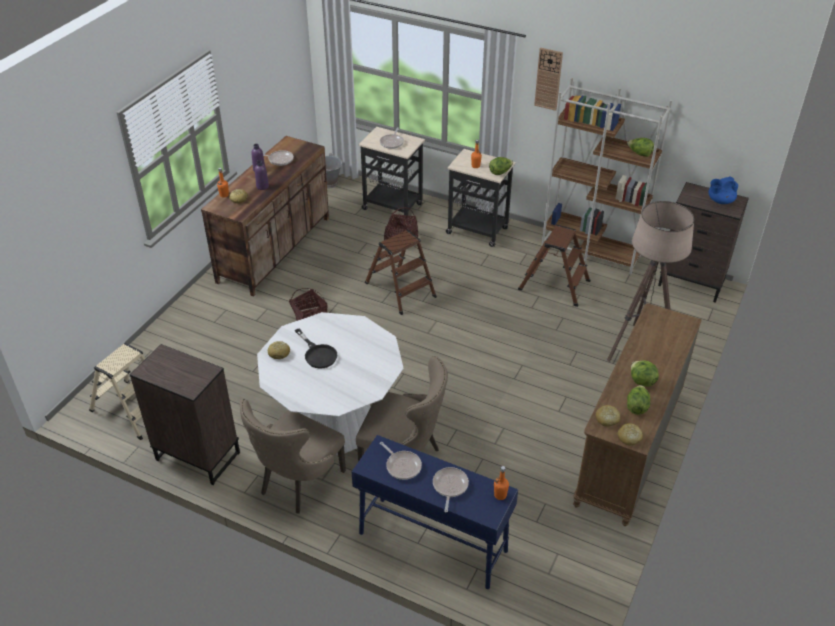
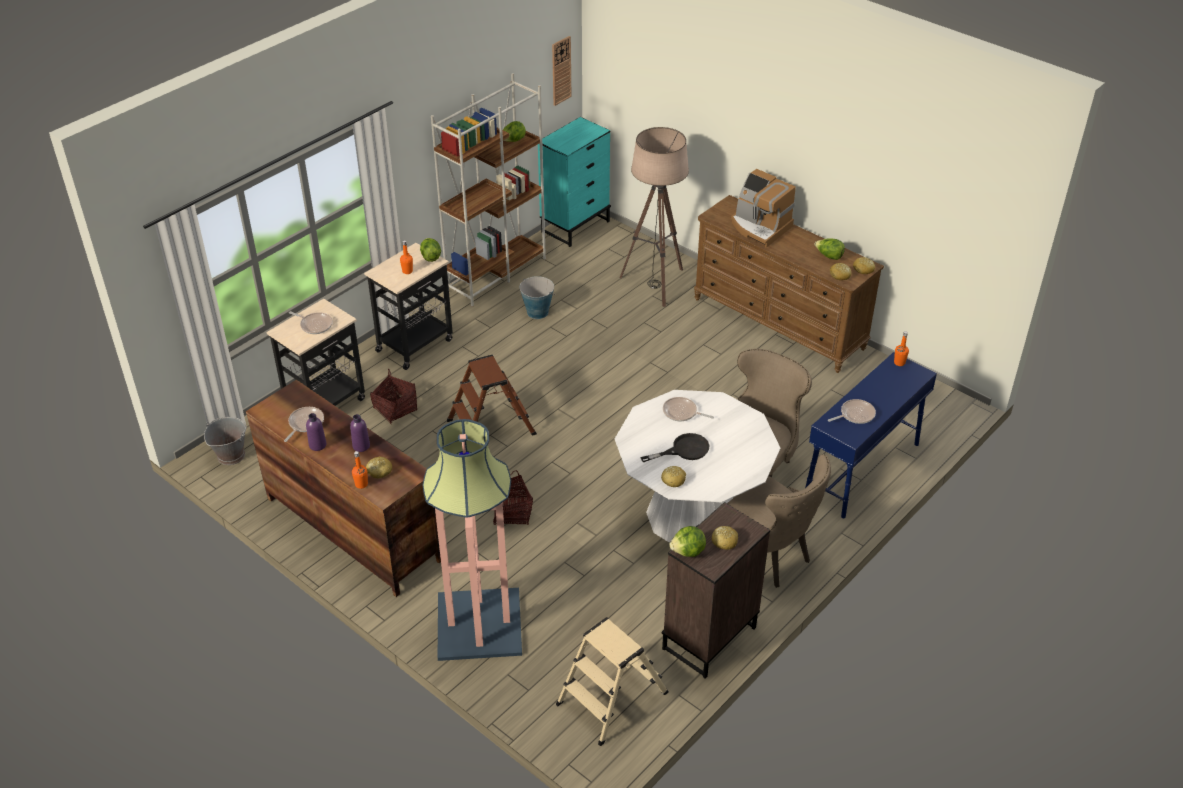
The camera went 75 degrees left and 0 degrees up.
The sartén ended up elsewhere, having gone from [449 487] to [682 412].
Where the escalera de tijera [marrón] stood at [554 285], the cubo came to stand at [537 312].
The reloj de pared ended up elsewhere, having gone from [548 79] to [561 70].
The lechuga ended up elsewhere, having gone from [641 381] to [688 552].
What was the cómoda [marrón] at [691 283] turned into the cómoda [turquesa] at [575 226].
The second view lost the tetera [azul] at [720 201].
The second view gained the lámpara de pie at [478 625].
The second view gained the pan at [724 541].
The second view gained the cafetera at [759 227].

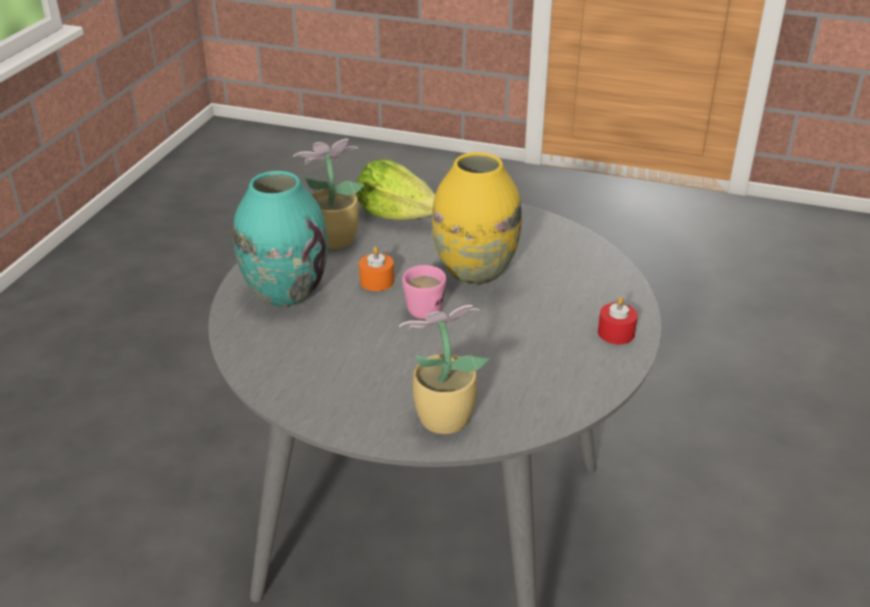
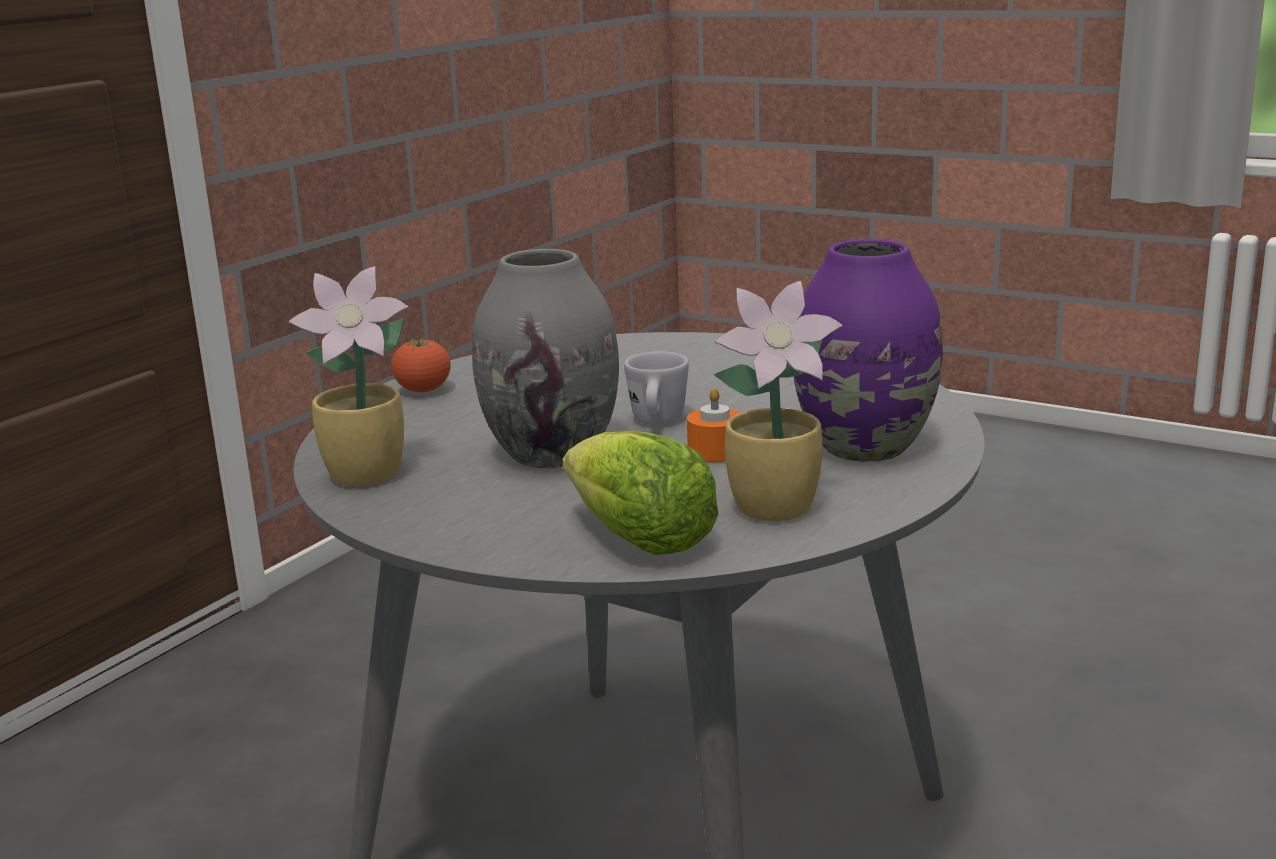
The camera went 165 degrees left and 15 degrees down.
What was the florero [turquesa] at [285 292] turned into the florero [morado] at [865 448].
The planta en maceta ended up elsewhere, having gone from [441 419] to [369 475].
What was the taza grande [rosa] at [423 306] turned into the taza grande [blanco] at [657 423].
What was the florero [amarillo] at [475 272] turned into the florero [gris] at [553 453].
Where the vela [rojo] stood at [616 333], the tomate came to stand at [423 391].

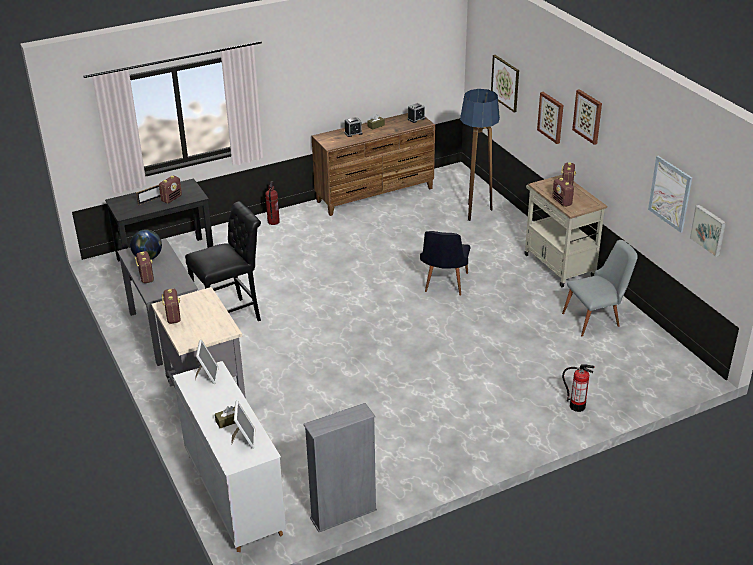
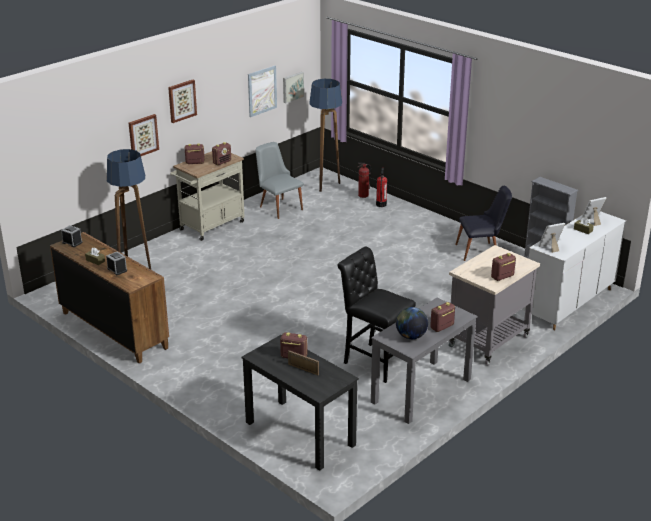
The camera went 110 degrees left and 5 degrees down.
The extintor ended up elsewhere, having gone from [273 222] to [363 195].
The silla [negro] ended up elsewhere, having gone from [444 285] to [481 251].
The second view lost the cuadro at [505 83].
The second view gained the lámpara de pie at [325 186].

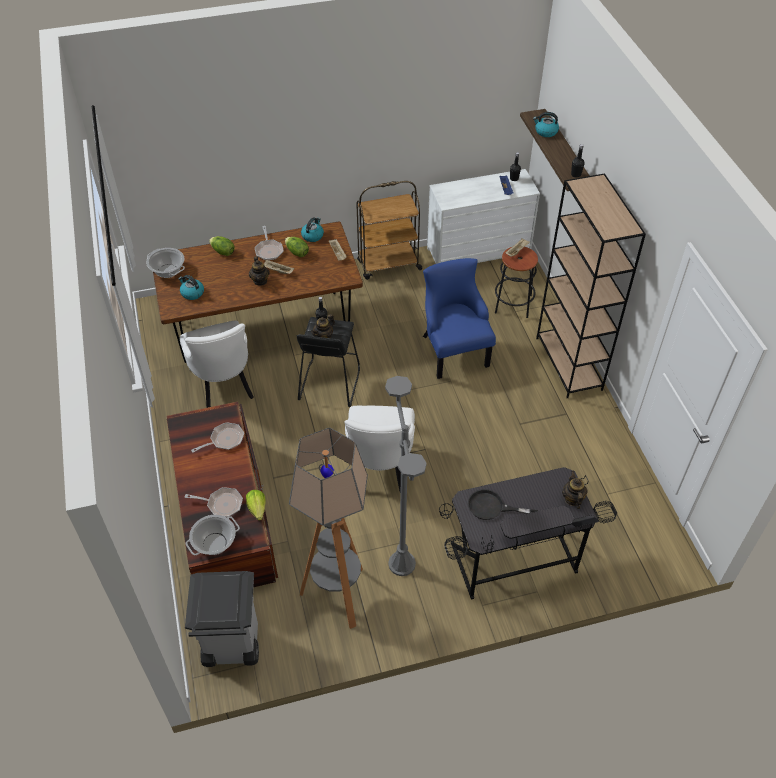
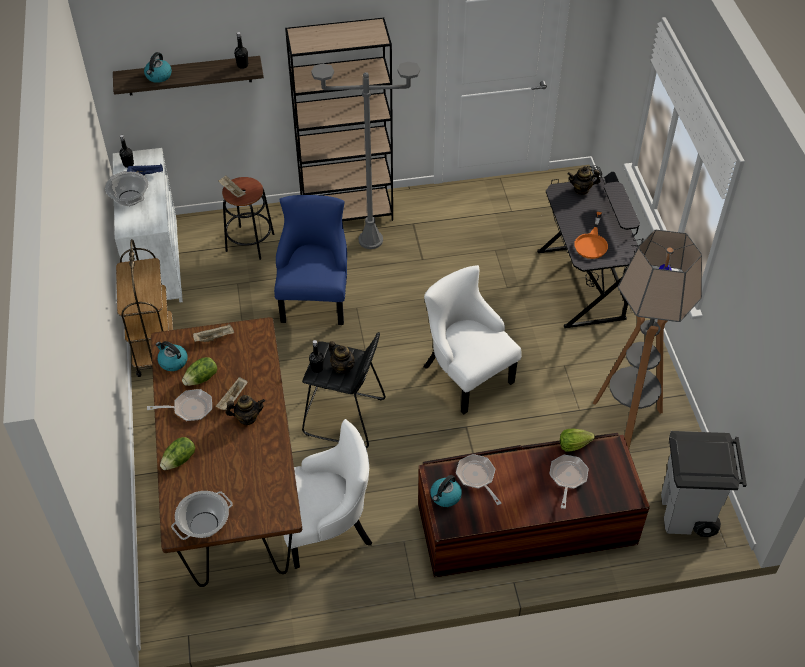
The camera went 85 degrees left and 0 degrees up.
The hervidor ended up elsewhere, having gone from [192 293] to [445 496].
The olla ended up elsewhere, having gone from [215 543] to [129 198].
The silla [blanco] at [380 465] ended up facing another way, 135 degrees counterclockwise from before.
The lámpara de pie [gris] ended up elsewhere, having gone from [402 564] to [371 240].
The silla [azul] at [454 353] ended up facing another way, 105 degrees clockwise from before.
What was the sartén [negro] at [492 507] turned into the sartén [naranja] at [592 243].

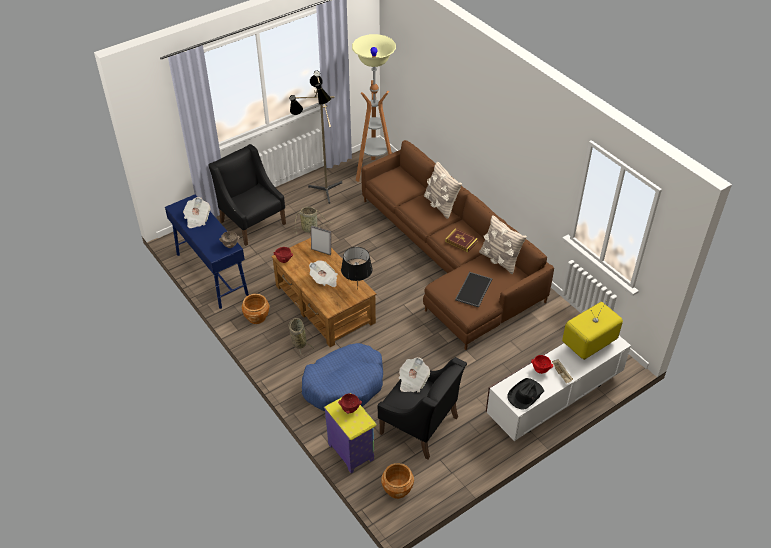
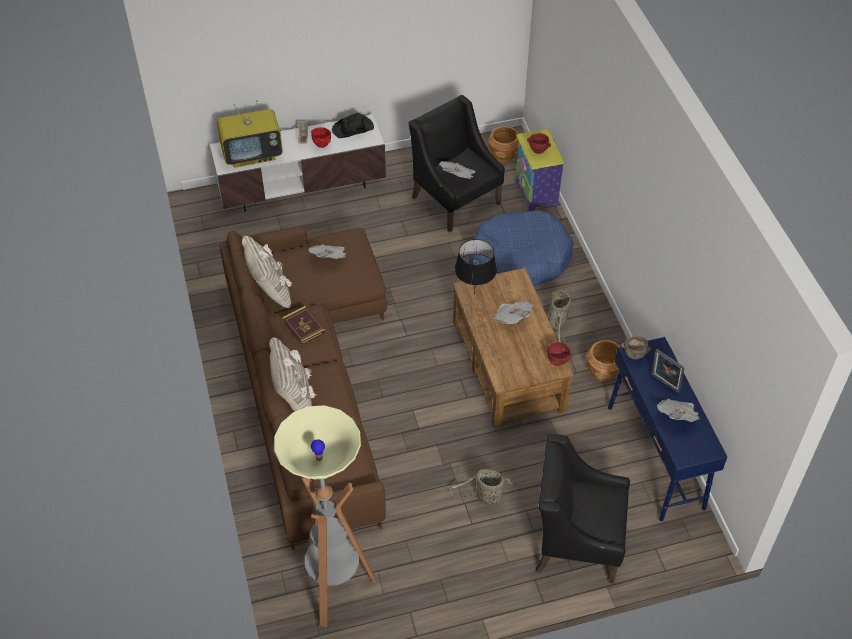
The camera went 160 degrees left and 5 degrees up.
The sillón [negro] at [252 222] ended up facing another way, 120 degrees clockwise from before.
The second view lost the lámpara de pie at [322 192].
The portarretratos ended up elsewhere, having gone from [321 250] to [664 384].
Where the bandeja stood at [474 290], the periódico came to stand at [329 258].

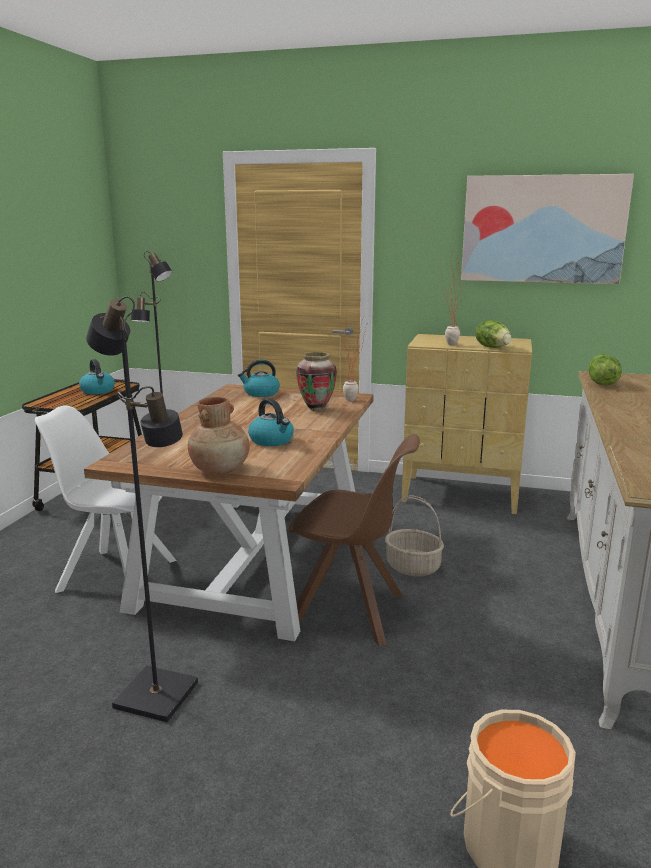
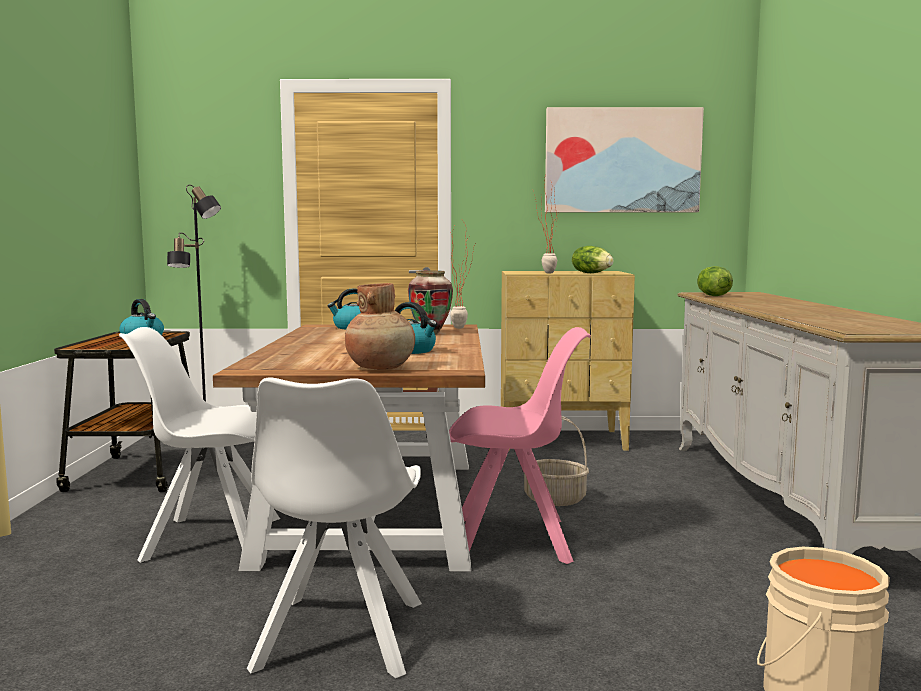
The camera went 15 degrees left and 10 degrees down.
Where the lámpara de pie [negro] stood at [156 695], the silla [blanco] came to stand at [339 637].
What was the silla [marrón] at [349 612] turned into the silla [rosa] at [513 541].

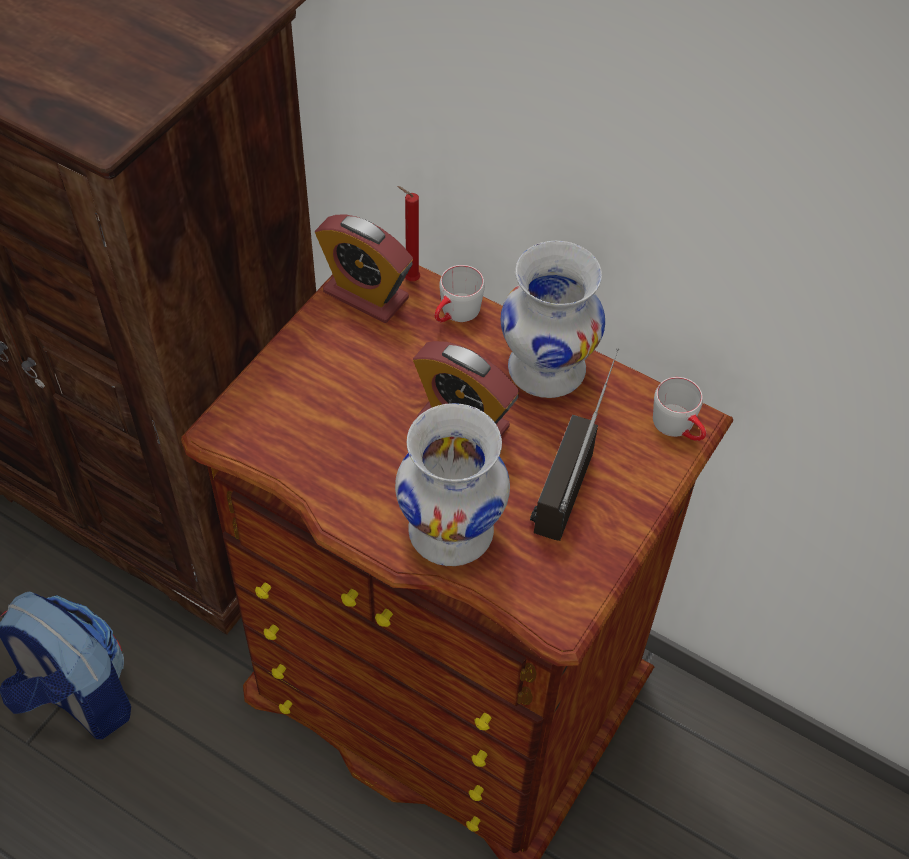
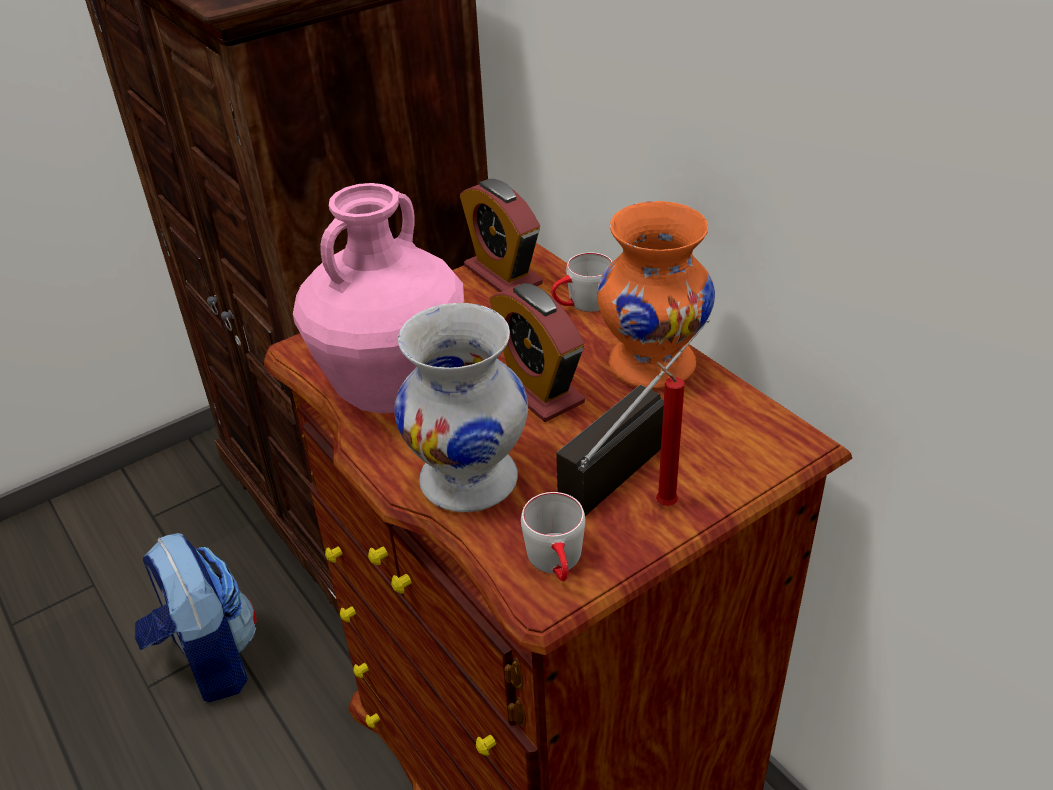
The camera went 25 degrees right and 15 degrees down.
The vela [rojo] ended up elsewhere, having gone from [409 279] to [663 503].
What was the florero [blanco] at [546 367] turned into the florero [naranja] at [652 363].
The taza grande [gris] ended up elsewhere, having gone from [679 428] to [557 564].
The second view gained the florero [rosa] at [394 392].

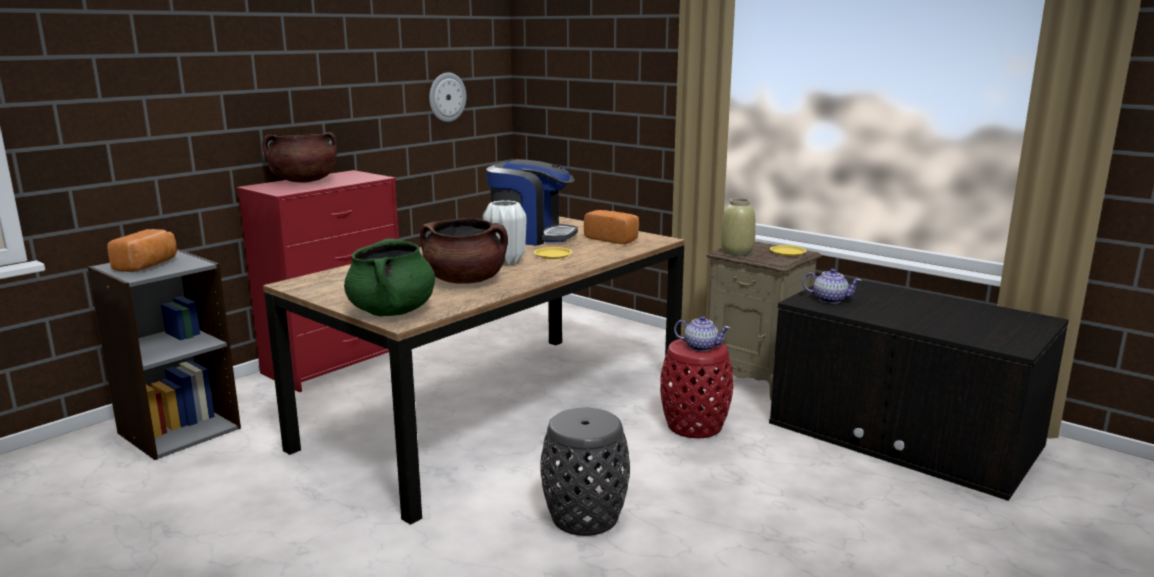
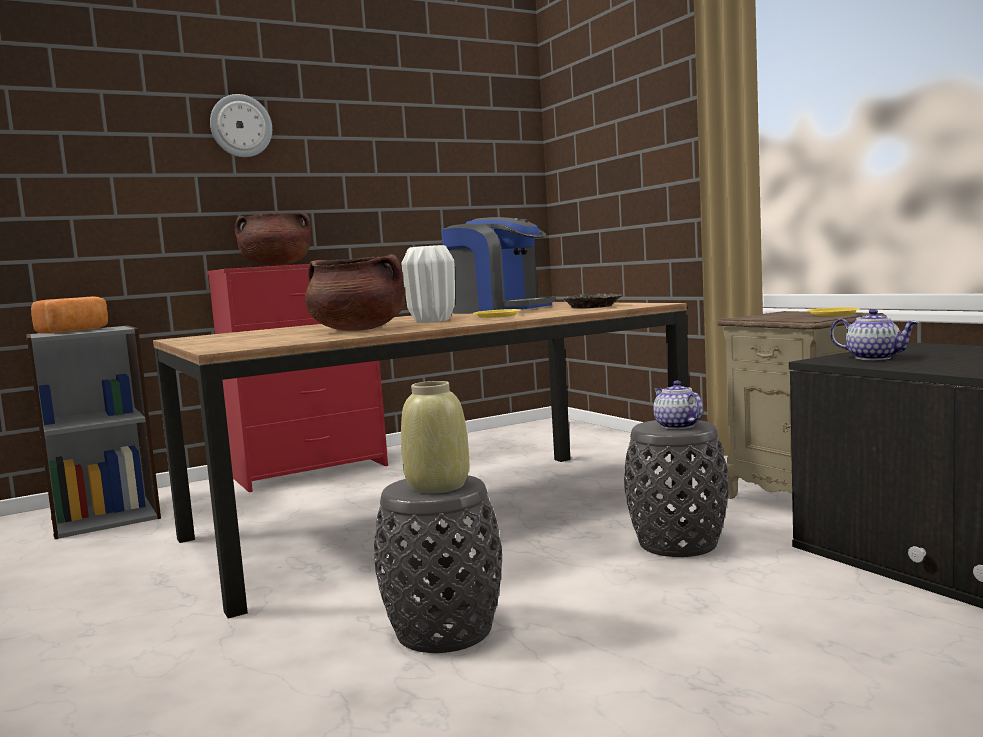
The camera went 20 degrees right and 10 degrees down.
The second view lost the olla [verde] at [392 311].
The reloj de pared ended up elsewhere, having gone from [446 97] to [241 126].
Where the pan stood at [613 239], the cuenco came to stand at [593 306].
What was the taburete [rojo] at [694 426] turned into the taburete [gris] at [677 544].
The tetera at [701 347] ended up facing another way, 150 degrees counterclockwise from before.
The florero [beis] ended up elsewhere, having gone from [736 252] to [438 486].

